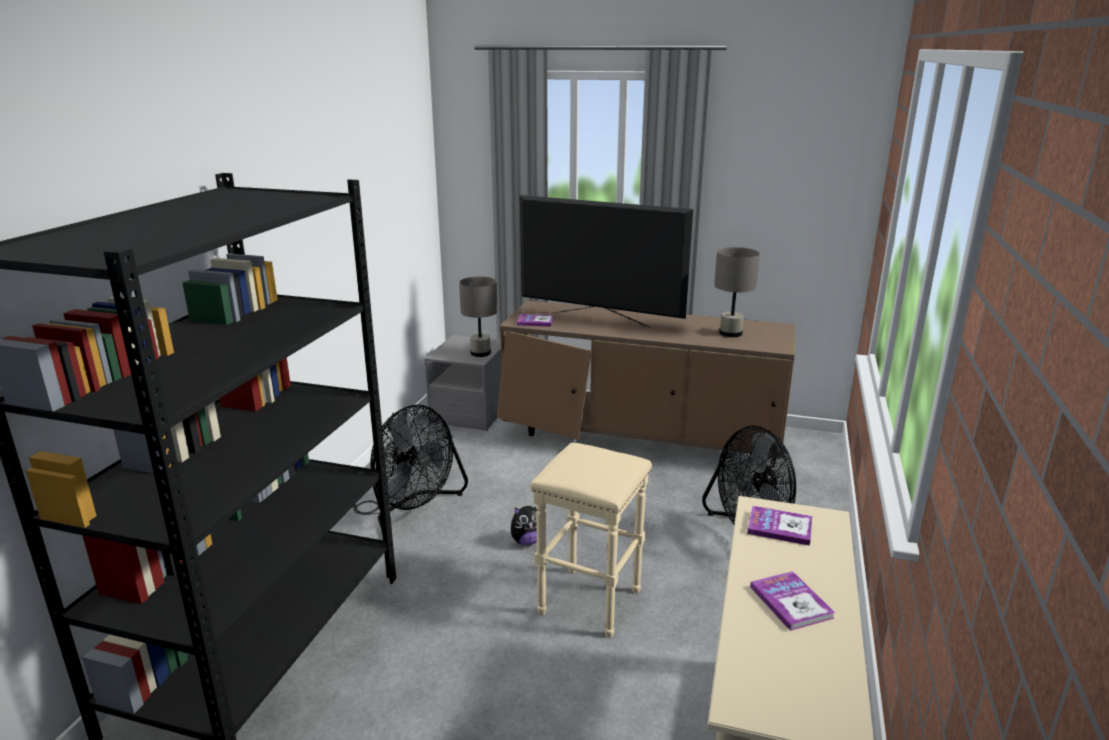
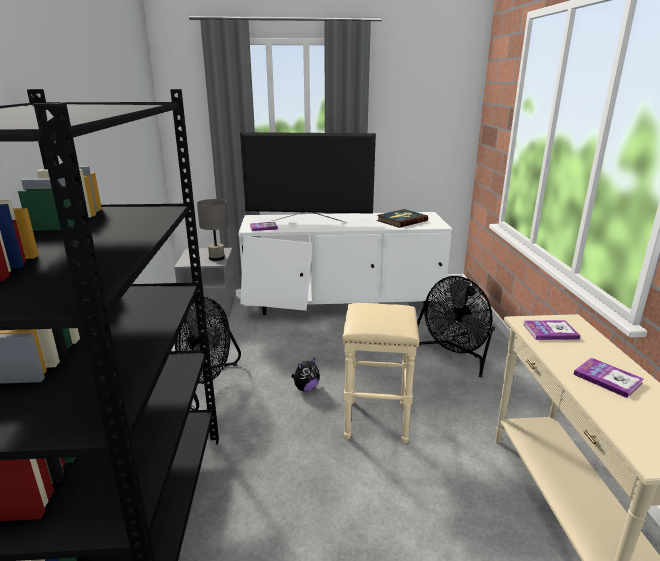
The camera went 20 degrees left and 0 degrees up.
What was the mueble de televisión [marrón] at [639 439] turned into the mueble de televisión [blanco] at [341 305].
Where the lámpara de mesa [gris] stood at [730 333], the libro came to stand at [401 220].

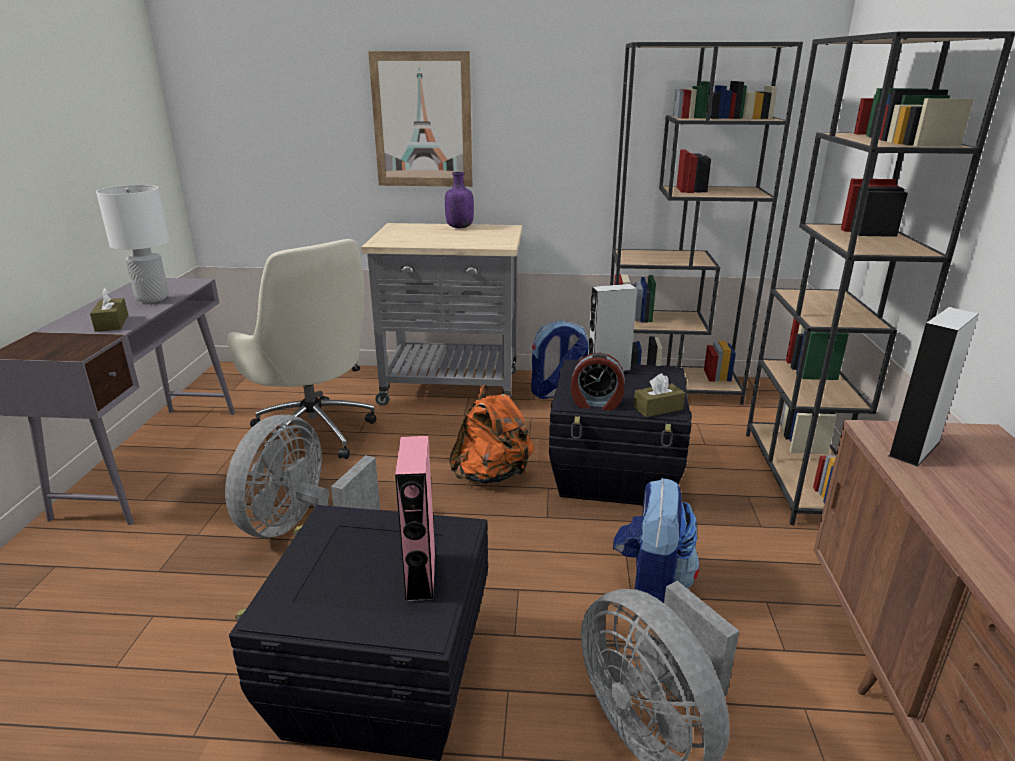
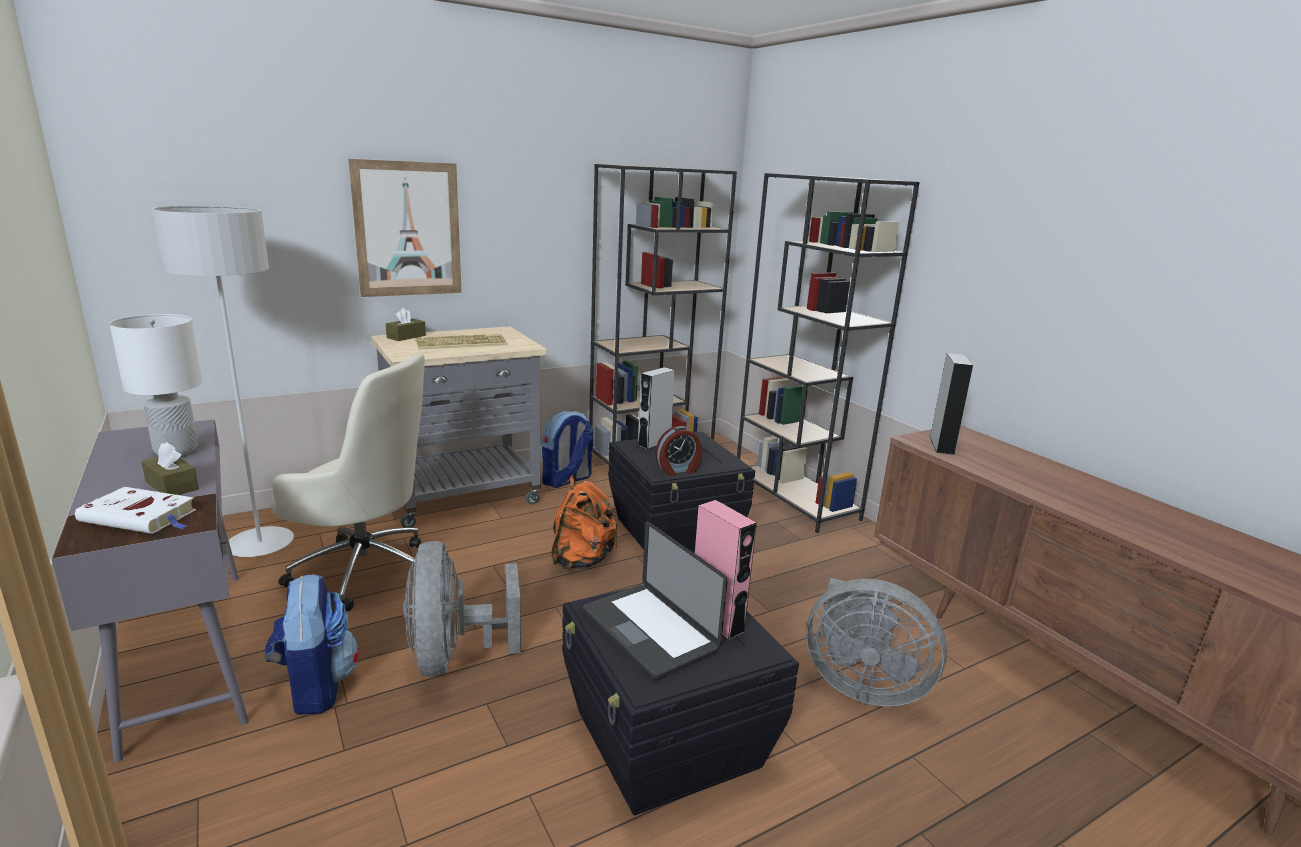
The camera went 35 degrees left and 5 degrees down.
The second view lost the botella [morado] at [459 227].
The mochila ended up elsewhere, having gone from [651 587] to [315 686].
The caja de pañuelos [marrón] ended up elsewhere, having gone from [658 408] to [406 336].
The second view gained the libro [blanco] at [141 517].
The second view gained the lámpara de pie [gris] at [260 544].
The second view gained the teclado at [462 343].
The second view gained the portátil at [648 631].

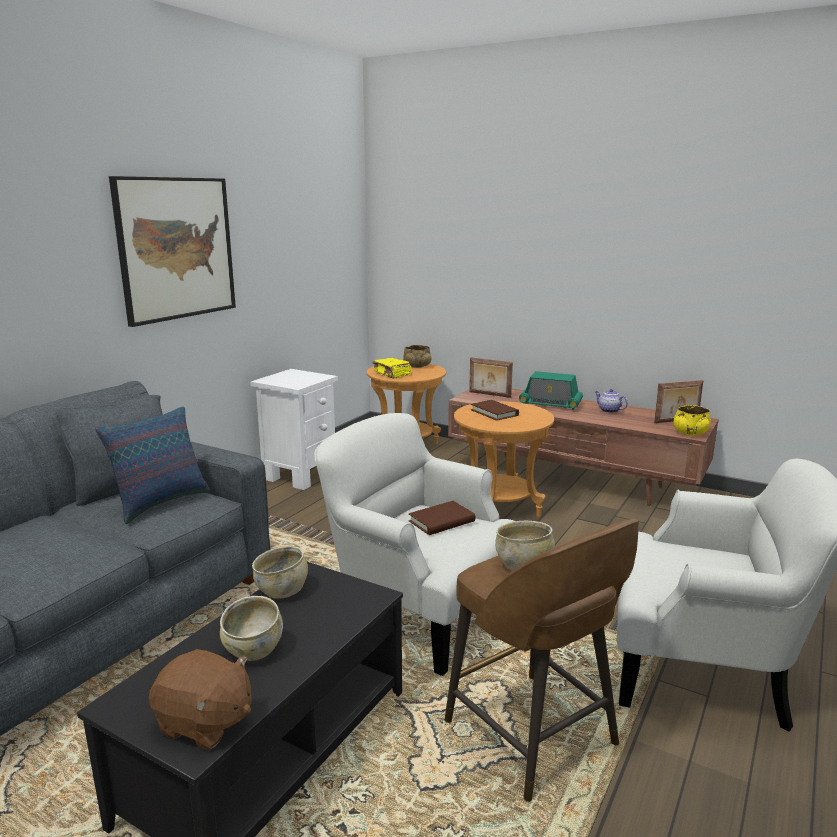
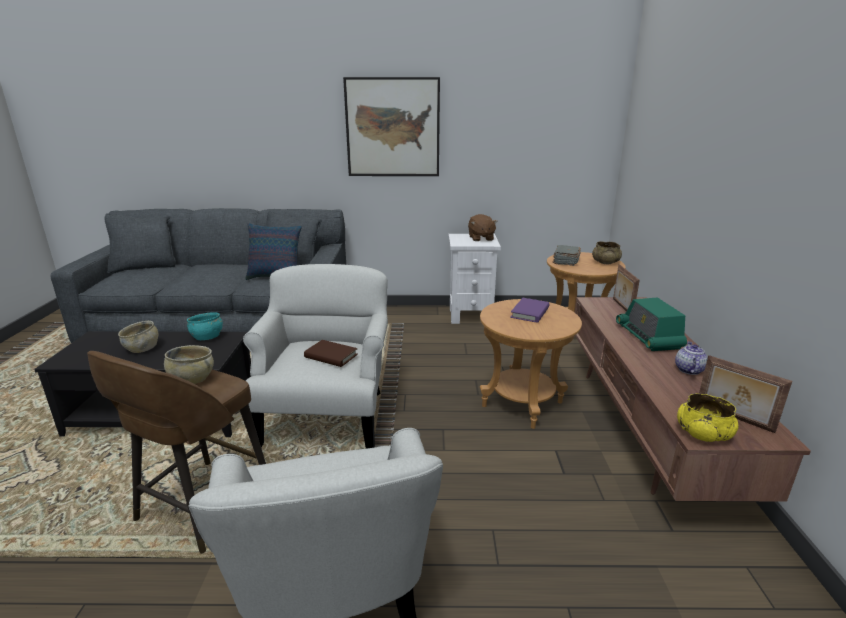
The camera went 60 degrees right and 5 degrees up.
The peluche [marrón] ended up elsewhere, having gone from [205 723] to [480 238].
What was the cuenco [beis] at [282 590] turned into the cuenco [turquesa] at [207 337].
What was the libro [amarillo] at [392 374] turned into the libro [gris] at [565 261].
What was the libro [marrón] at [494 412] turned into the libro [morado] at [530 312].

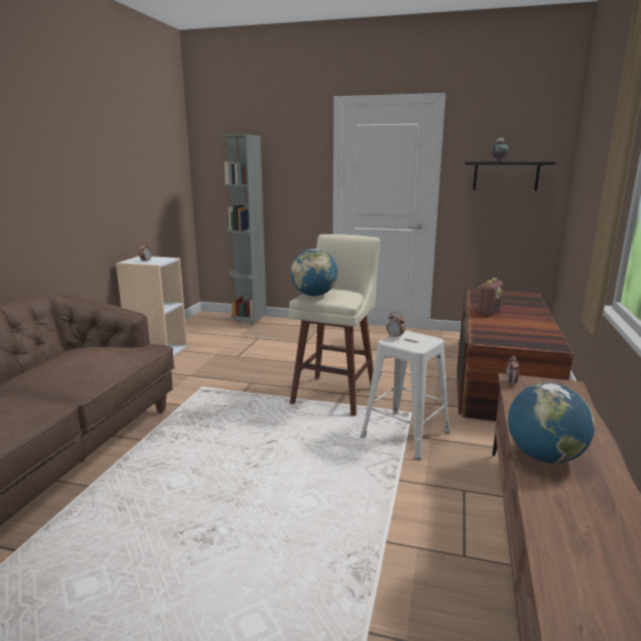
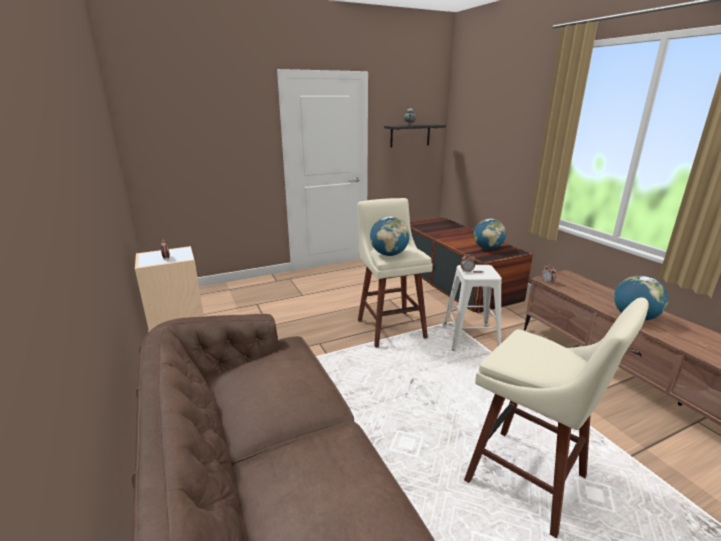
The camera went 40 degrees left and 5 degrees up.
The second view lost the estantería [gris] at [247 320].
The second view lost the radio at [488 312].
The second view gained the taburete [beis] at [528 481].
The second view gained the globo terráqueo at [487 248].

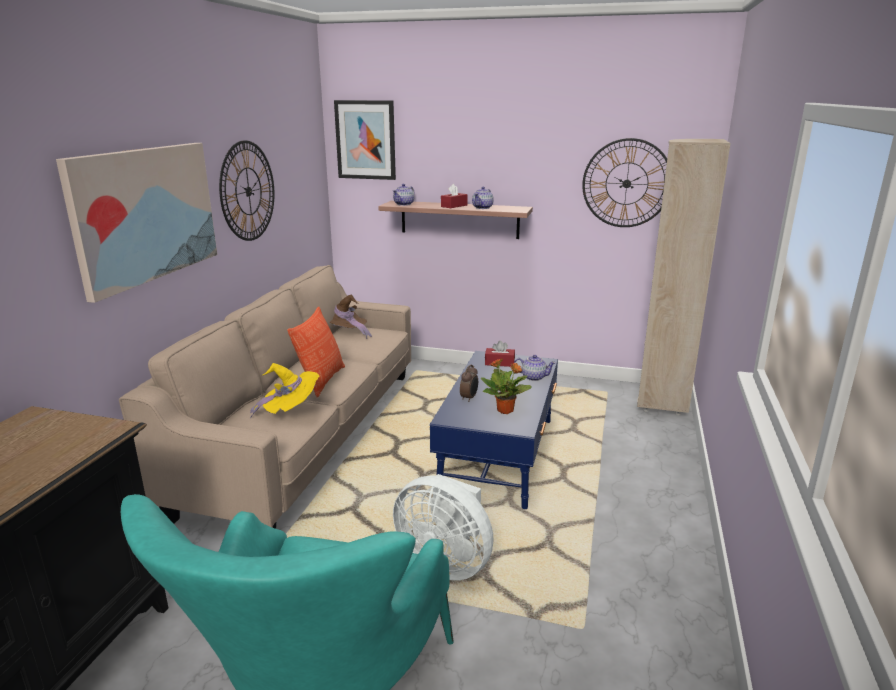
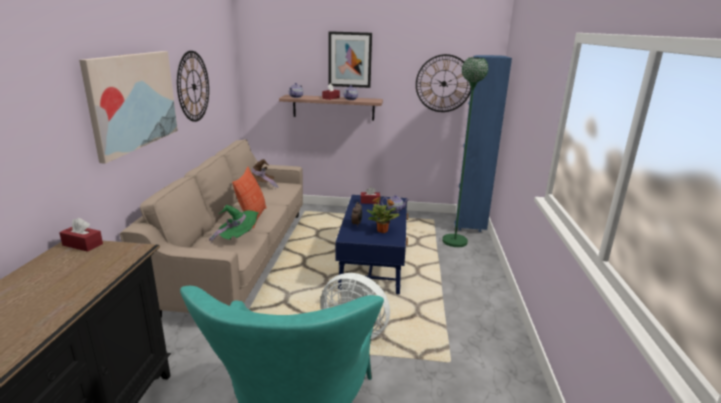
The camera went 10 degrees left and 0 degrees up.
What was the sombrero [amarillo] at [291 411] turned into the sombrero [verde] at [238 238].
The cuadro ended up elsewhere, having gone from [365 140] to [350 59].
What was the estantería [beis] at [663 406] turned into the estantería [azul] at [469 227].
The second view gained the caja de pañuelos [rojo] at [82 244].
The second view gained the lámpara de pie [verde] at [454 241].

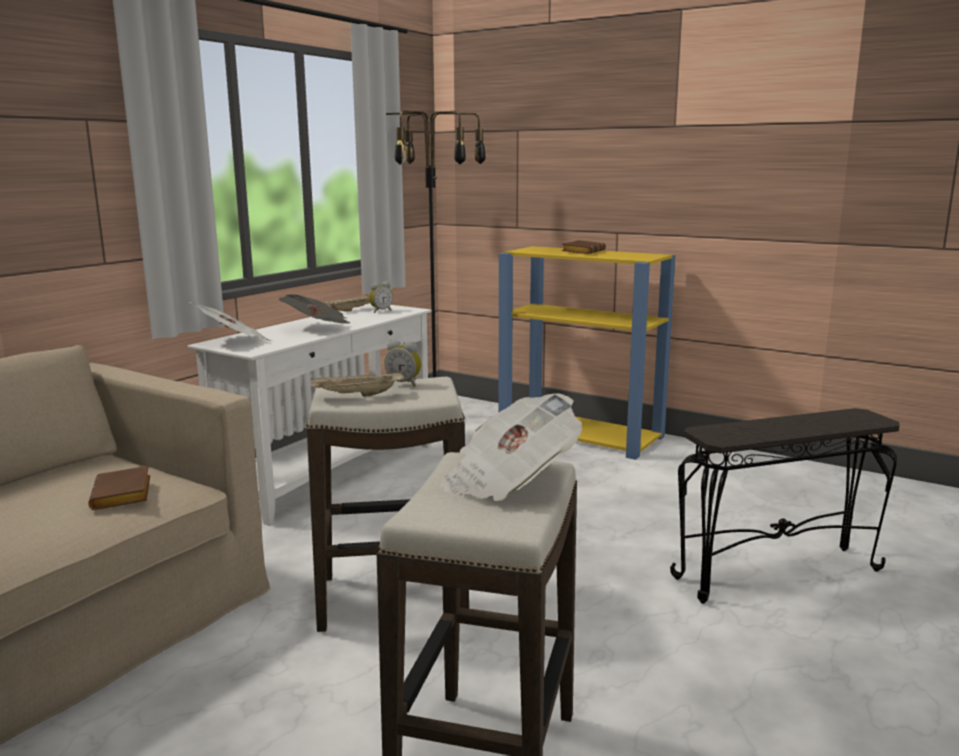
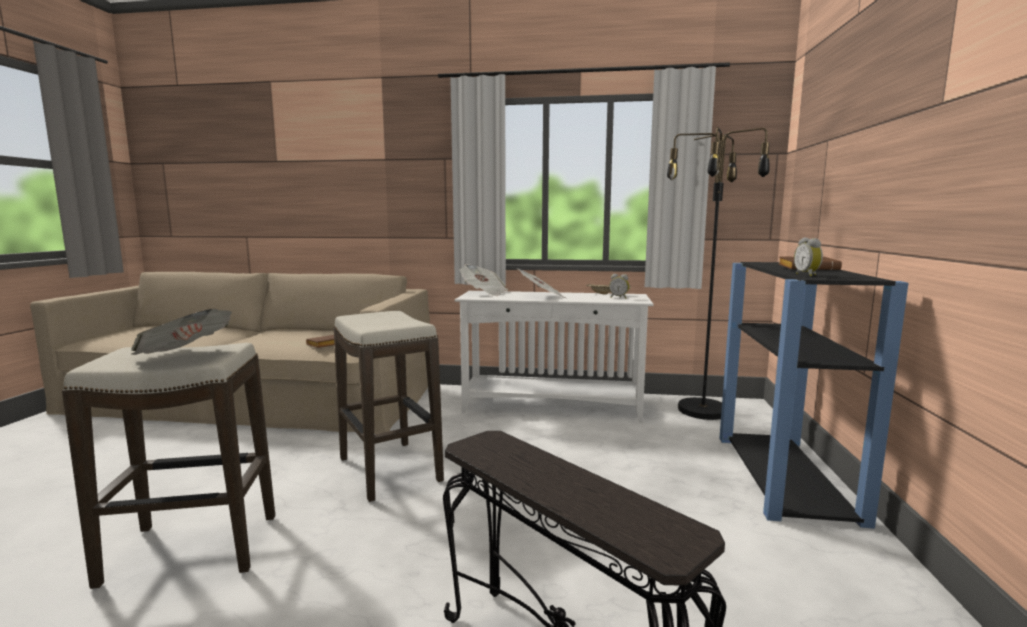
The camera went 65 degrees right and 5 degrees down.
The second view lost the bandeja [beis] at [357 396].
The despertador ended up elsewhere, having gone from [404 384] to [808 275].
What was the estantería [amarillo] at [581 434] turned into the estantería [negro] at [783 476].

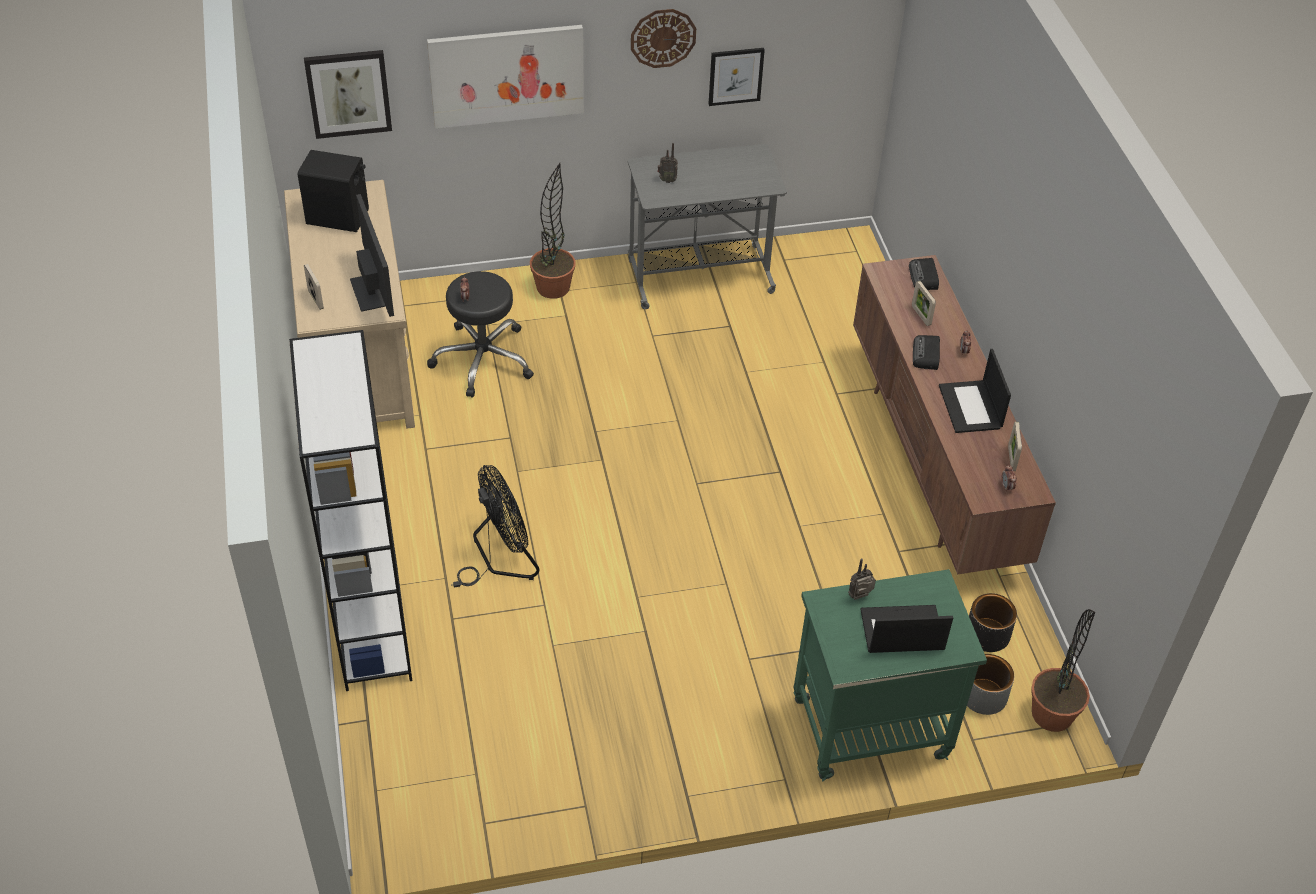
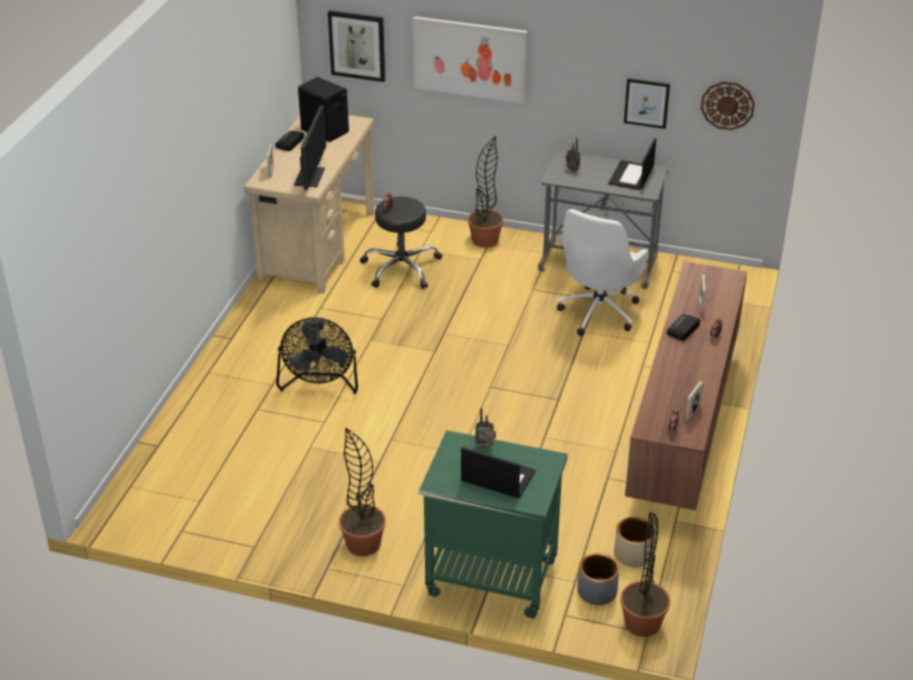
The camera went 30 degrees right and 10 degrees down.
The second view lost the estantería [blanco] at [371 627].
The ventilador [negro] at [497 553] ended up facing another way, 90 degrees clockwise from before.
The reloj de pared ended up elsewhere, having gone from [663 38] to [727 105].
The radio ended up elsewhere, having gone from [924 277] to [289 143].
The portátil ended up elsewhere, having gone from [971 407] to [631 176].
What was the maceta [negro] at [987 635] turned into the maceta [beis] at [633 554].
The second view gained the planta en maceta at [363 544].
The second view gained the silla de oficina [blanco] at [598 313].

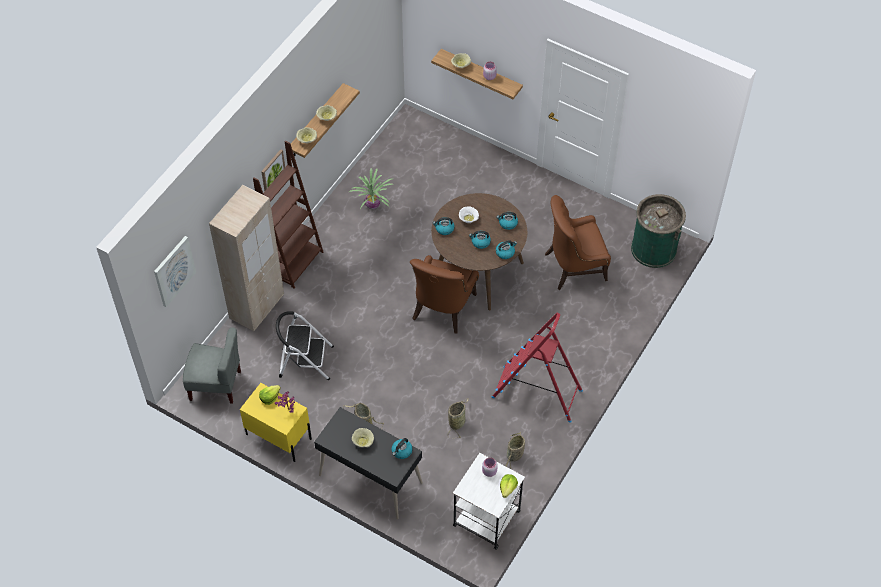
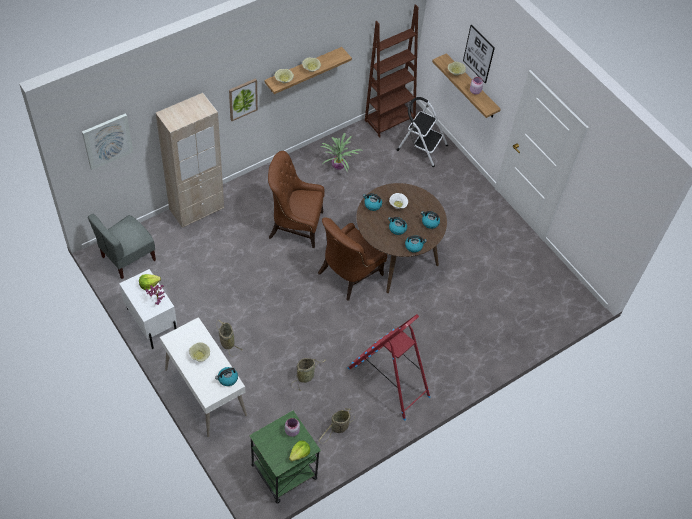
The camera went 20 degrees right and 0 degrees up.
The silla [gris] at [216 385] ended up facing another way, 105 degrees clockwise from before.
What was the mesita de noche [amarillo] at [278 436] turned into the mesita de noche [blanco] at [152 322].
The estantería [marrón] ended up elsewhere, having gone from [296 263] to [389 120].
The escalera de tijera ended up elsewhere, having gone from [304 361] to [420 147].
What was the escritorio [negro] at [370 479] turned into the escritorio [blanco] at [205 392].
What was the carrito [blanco] at [486 519] turned into the carrito [verde] at [283 472].
The silla [marrón] ended up elsewhere, having gone from [574 266] to [295 225].
The second view lost the papelera [verde] at [653 249].
The second view gained the cuadro at [478 54].

